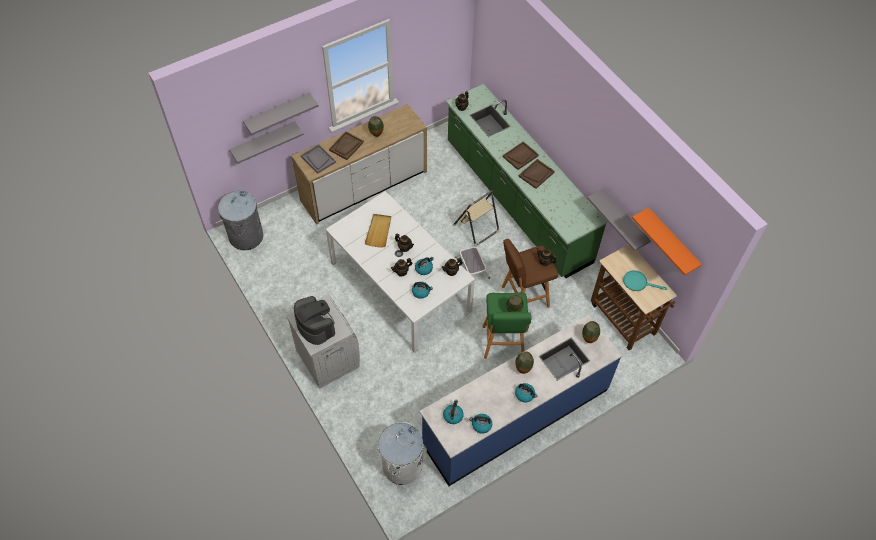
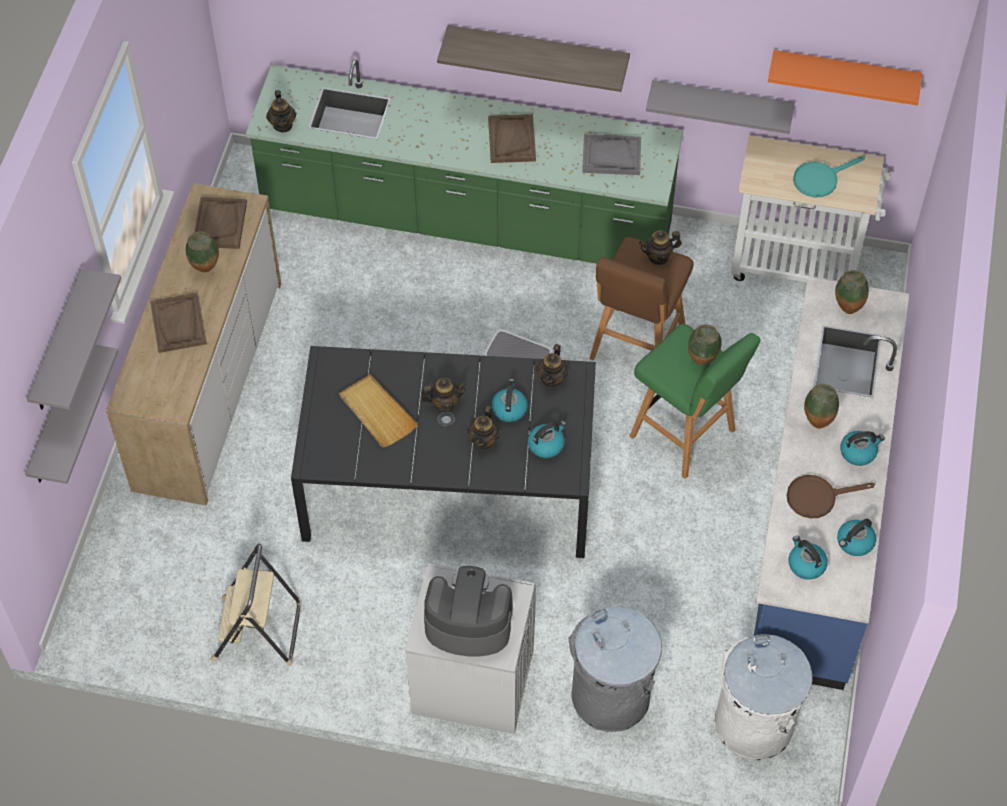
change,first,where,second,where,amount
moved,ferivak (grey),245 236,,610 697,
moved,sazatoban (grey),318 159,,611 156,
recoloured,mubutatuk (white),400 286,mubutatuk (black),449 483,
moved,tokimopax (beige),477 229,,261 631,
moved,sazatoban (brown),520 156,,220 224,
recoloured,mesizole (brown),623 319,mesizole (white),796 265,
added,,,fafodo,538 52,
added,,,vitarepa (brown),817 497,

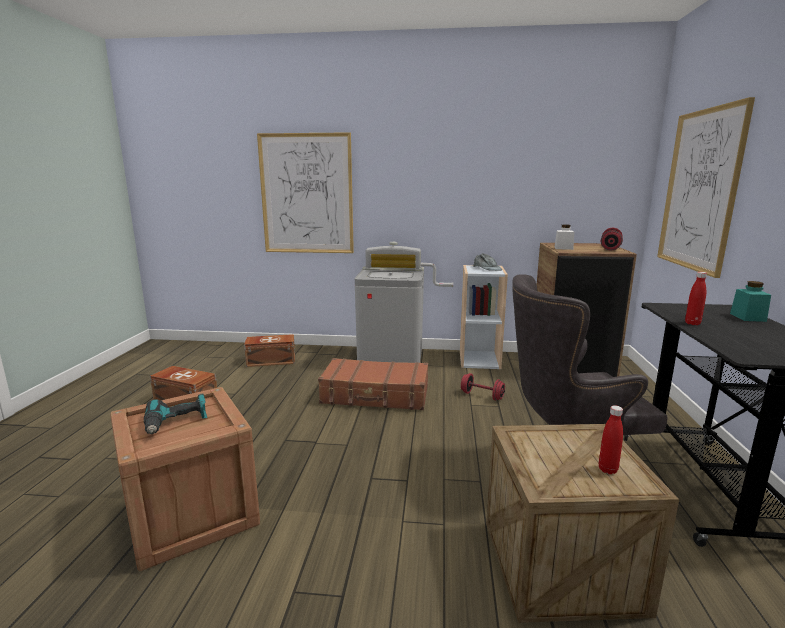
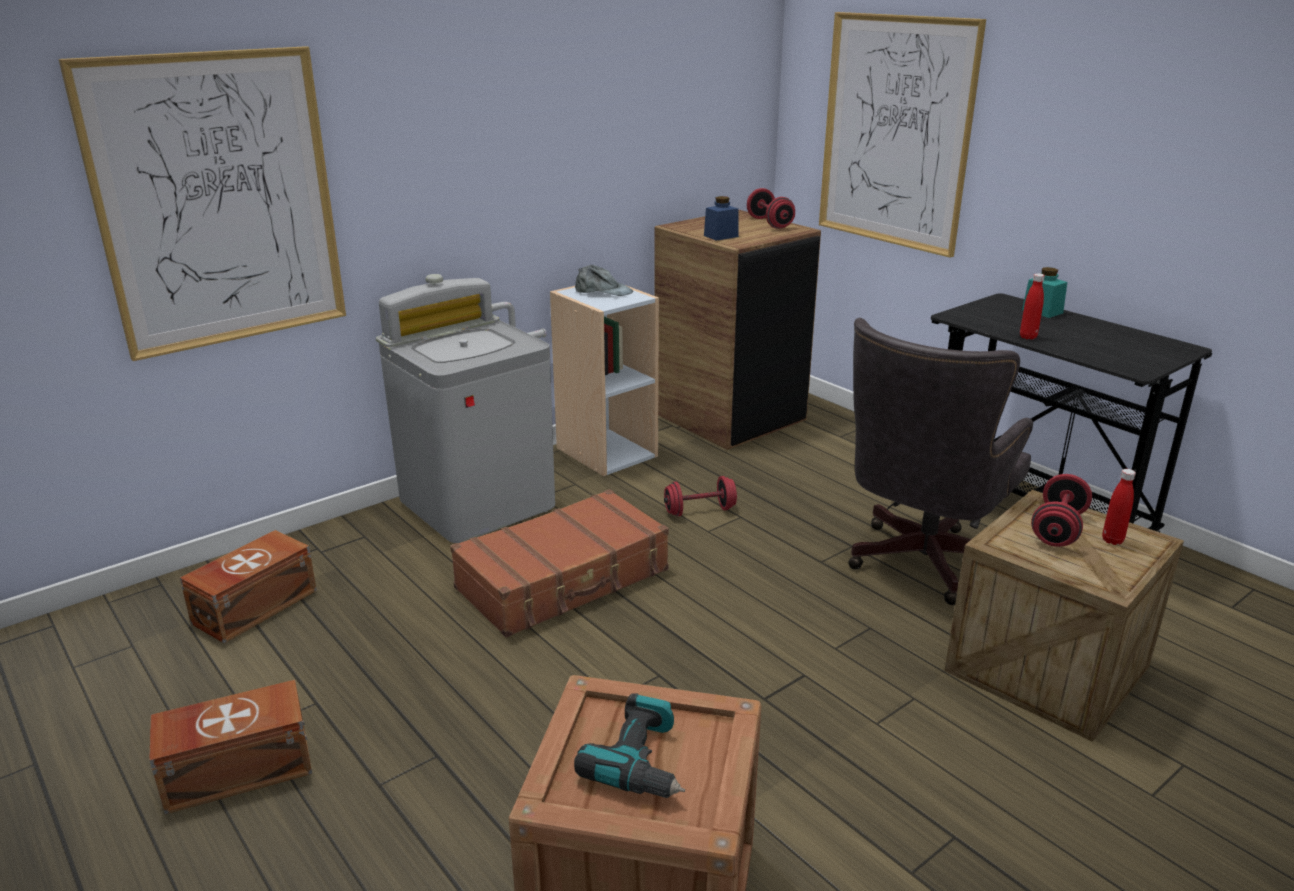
change,first,where,second,where,amount
recoloured,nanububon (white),563 248,nanububon (blue),721 236,
added,,,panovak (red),1058 529,

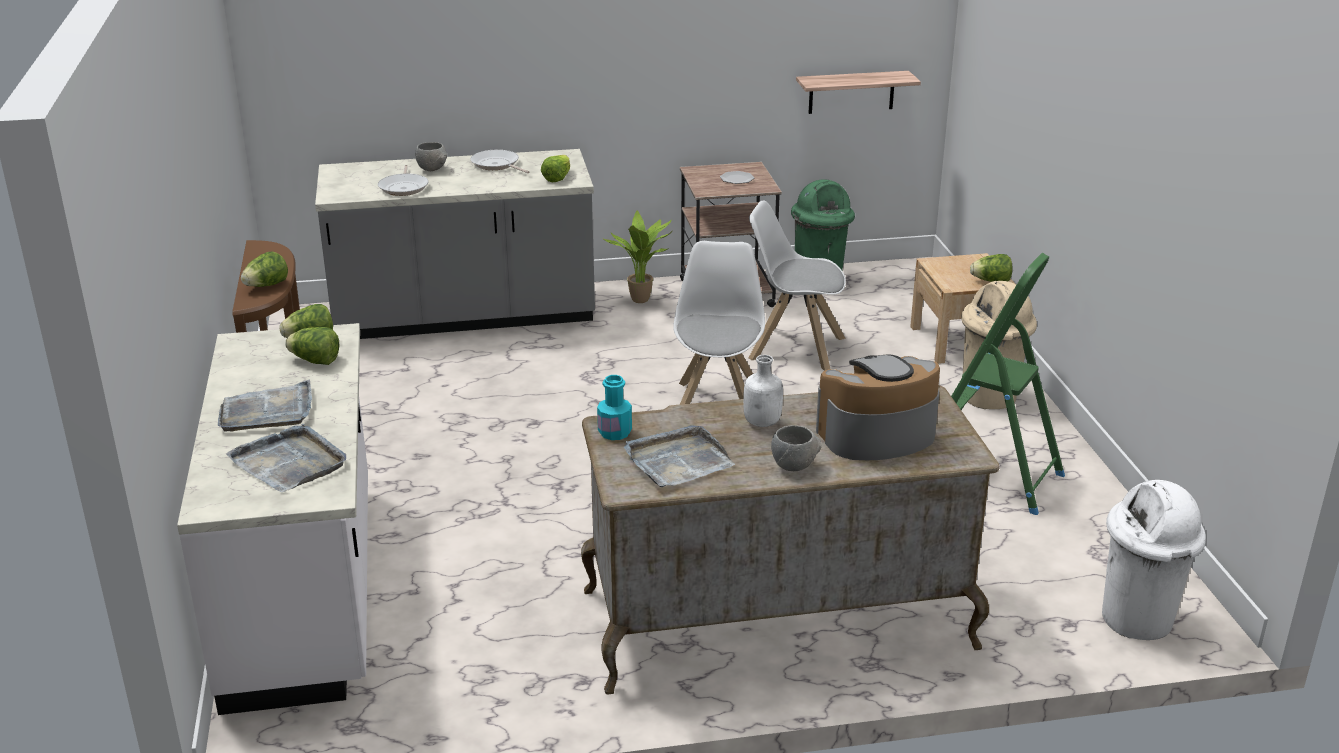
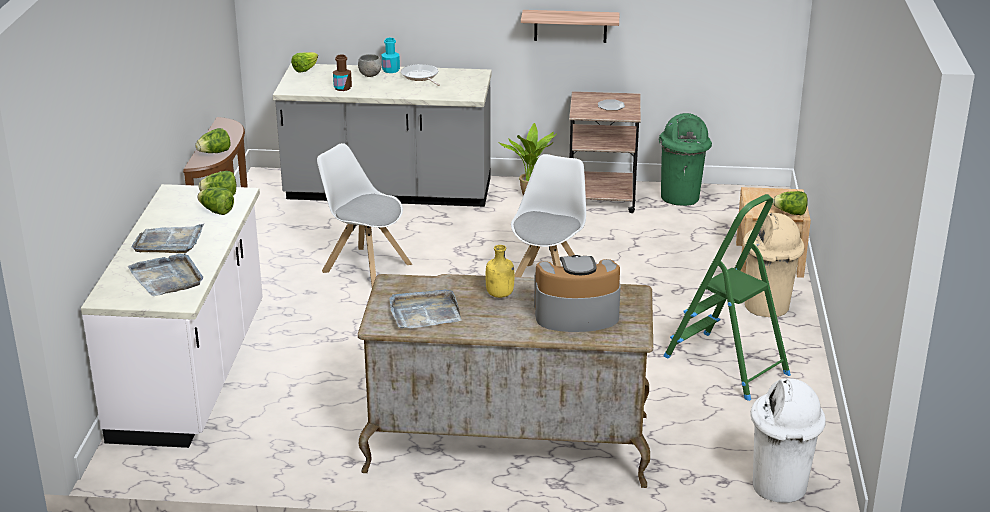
change,first,where,second,where,amount
replaced,vitarepa,404 187,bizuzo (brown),342 88,
moved,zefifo,557 178,,305 69,
moved,bizuzo (turquoise),615 432,,391 70,
recoloured,bizuzo (white),763 423,bizuzo (yellow),500 295,
moved,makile,794 348,,365 267,
removed,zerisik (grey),794 467,,,
moved,fafodo,851 92,,570 26,

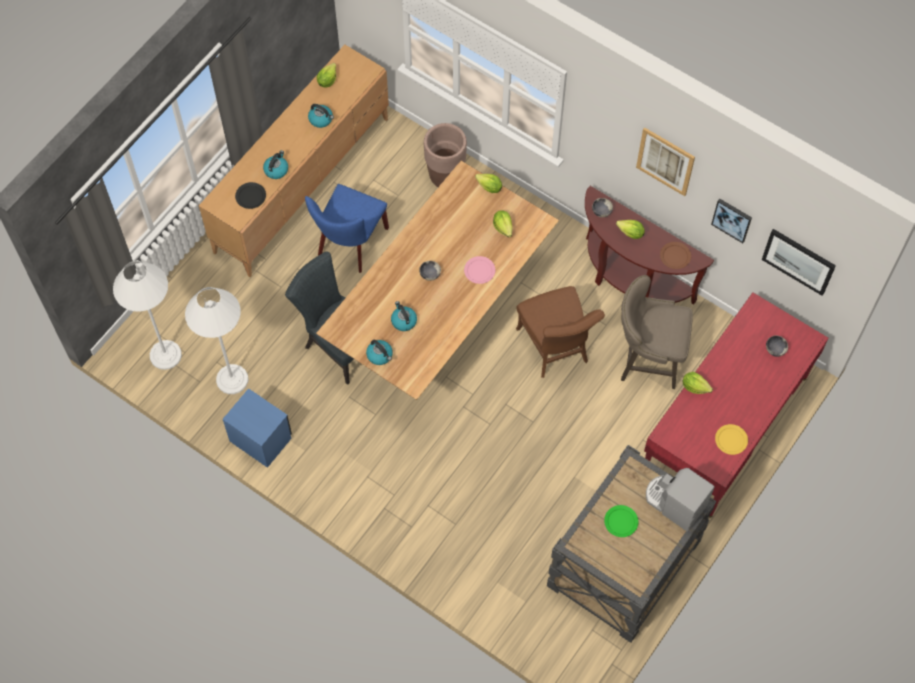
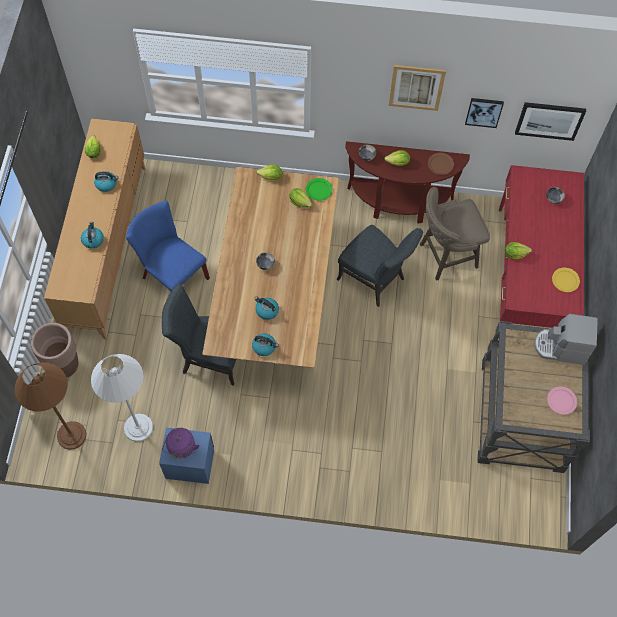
change,first,where,second,where,amount
recoloured,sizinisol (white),165 355,sizinisol (brown),71 435,
removed,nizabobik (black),251 196,,,
turned,makile (blue),350 245,,171 276,135 degrees clockwise
moved,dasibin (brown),445 177,,64 365,
moved,nizabobik (pink),479 271,,561 401,
recoloured,makile (brown),555 349,makile (grey),375 280,
moved,nizabobik (green),621 521,,319 190,
added,,,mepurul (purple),181 448,

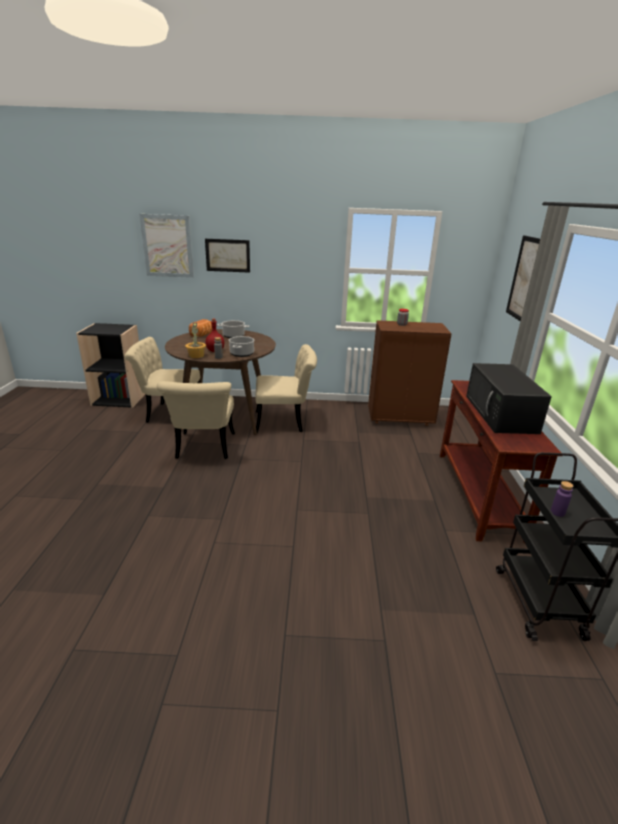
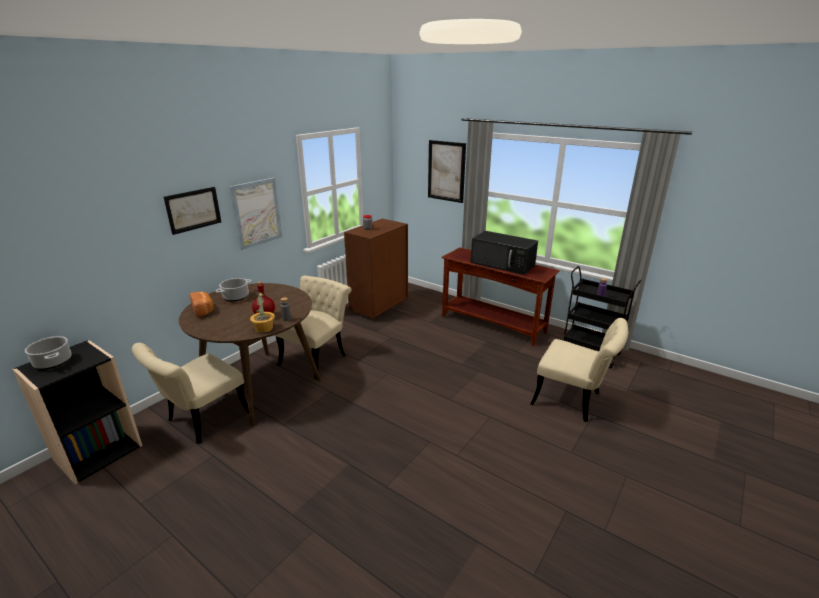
change,first,where,second,where,amount
moved,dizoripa,167 246,,256 213,
moved,makile (beige),204 449,,573 401,
moved,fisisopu,242 354,,53 362,

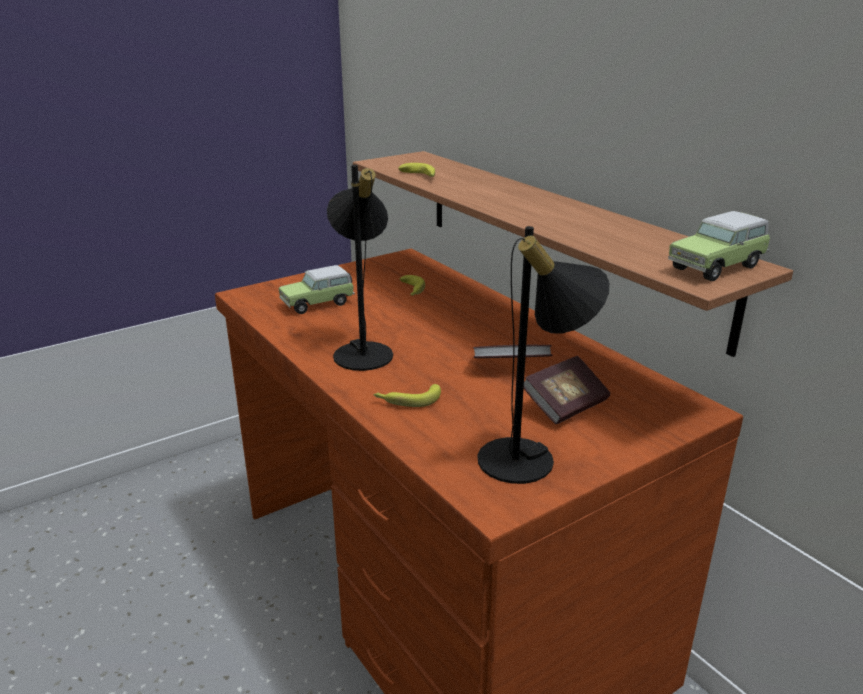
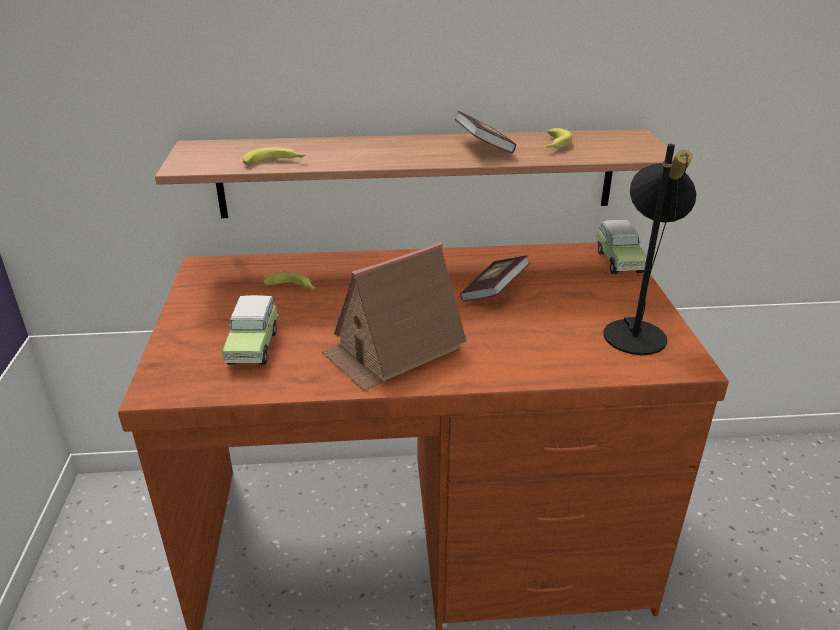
change,first,where,second,where,amount
replaced,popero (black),363 350,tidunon,393 350,
moved,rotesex,407 400,,554 145,
moved,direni,565 405,,483 148,
moved,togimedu,718 267,,618 260,

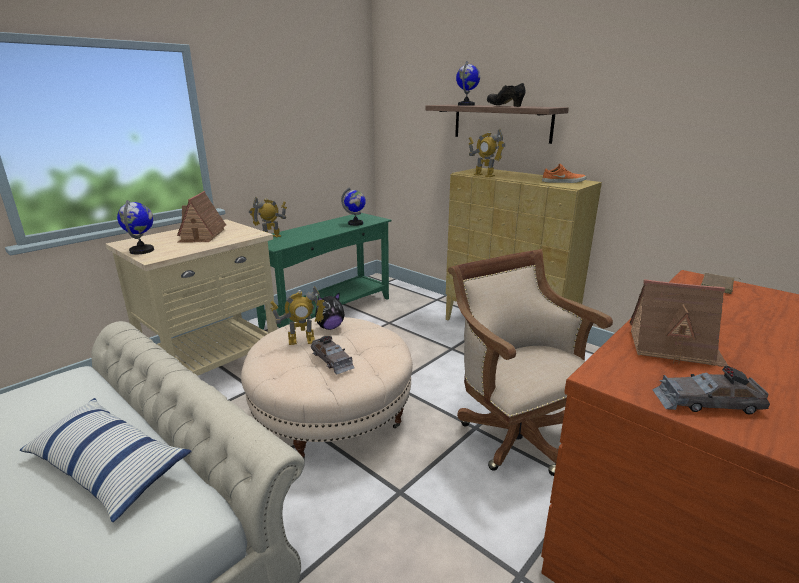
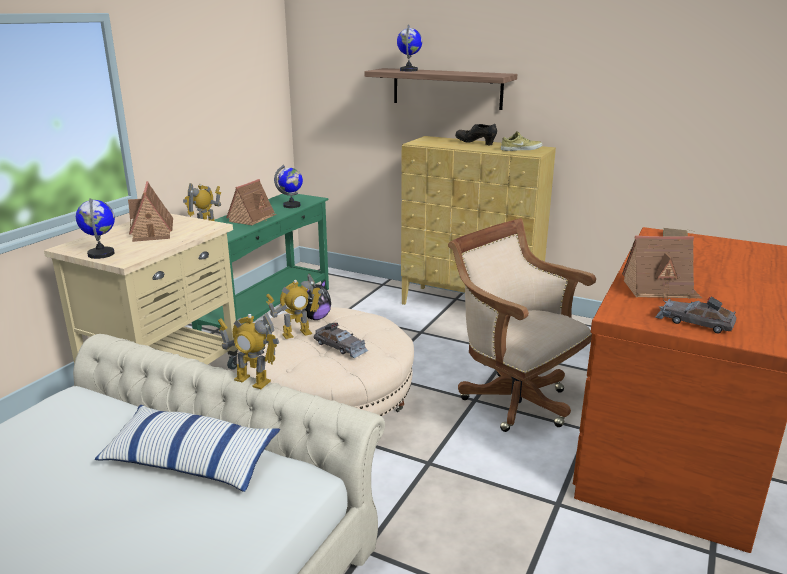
change,first,where,second,where,amount
moved,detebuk,484 175,,252 381,
moved,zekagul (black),505 106,,475 143,
recoloured,zekagul (orange),563 182,zekagul (beige),521 149,
turned,togimedu (grey),706 402,,694 322,45 degrees clockwise
added,,,tidunon,252 218,

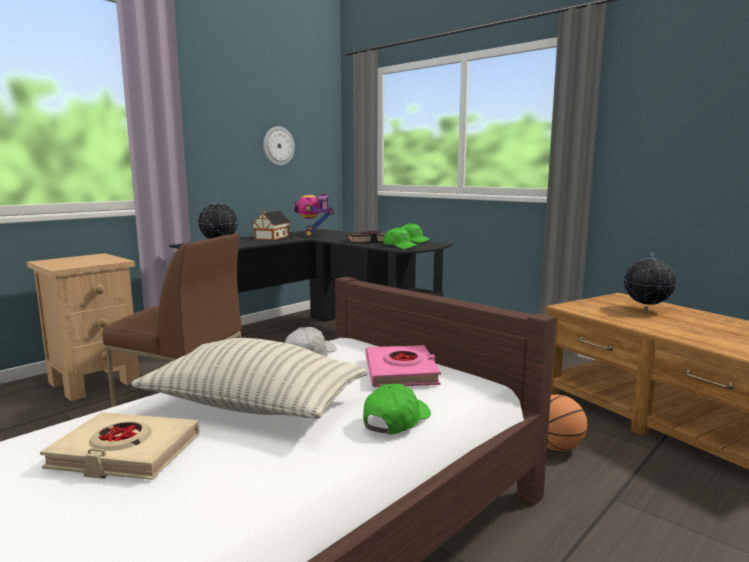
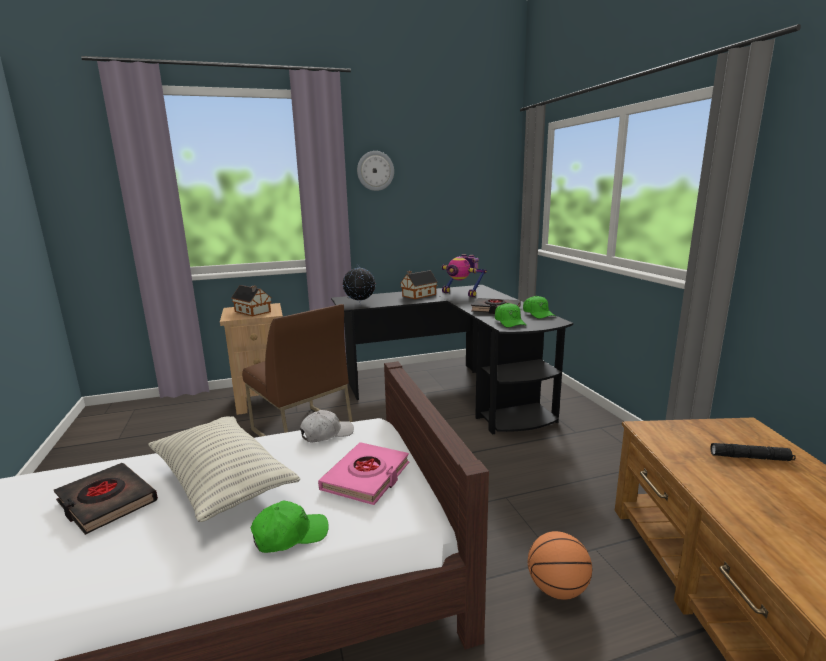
change,first,where,second,where,amount
recoloured,direni (beige),125 453,direni (black),106 502,
moved,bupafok,278 146,,375 171,
turned,detebuk,315 234,,461 294,75 degrees counterclockwise
replaced,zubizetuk,646 310,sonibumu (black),750 457,
added,,,tidunon,253 312,

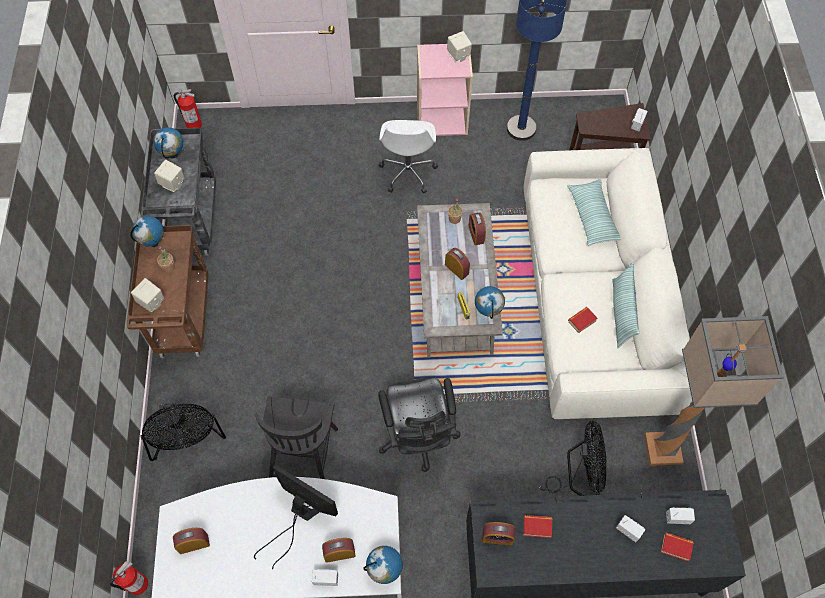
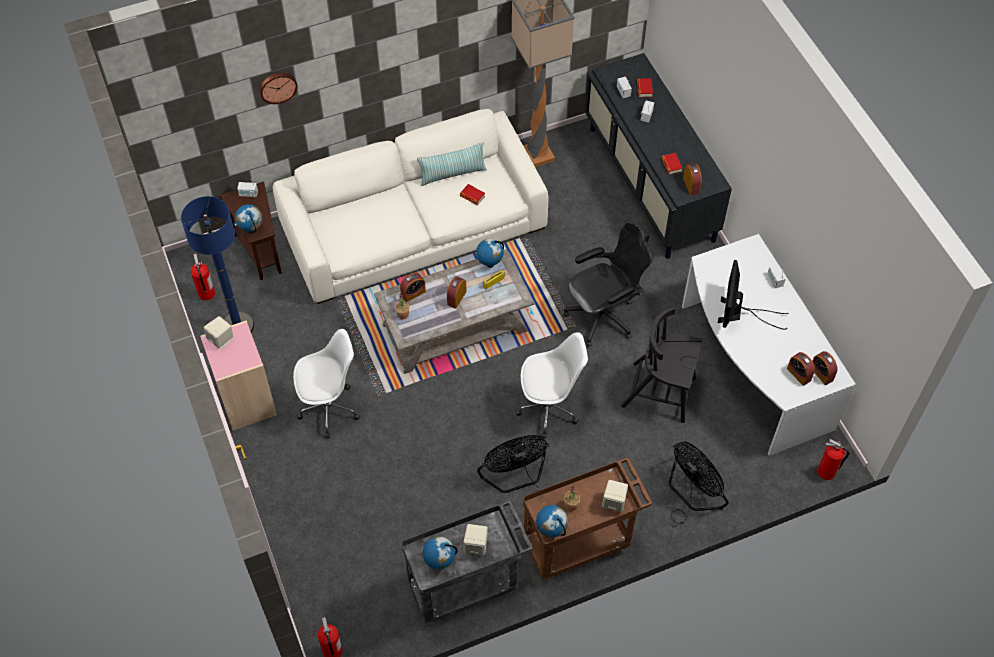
change,first,where,second,where,amount
turned,makile (black),303 455,,660 393,150 degrees counterclockwise
moved,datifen,339 553,,821 373,
moved,zubizetuk,385 570,,251 230,
moved,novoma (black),579 473,,519 478,
removed,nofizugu,593 217,,,
added,,,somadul,206 294,
added,,,bupafok,277 86,
added,,,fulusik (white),549 409,

